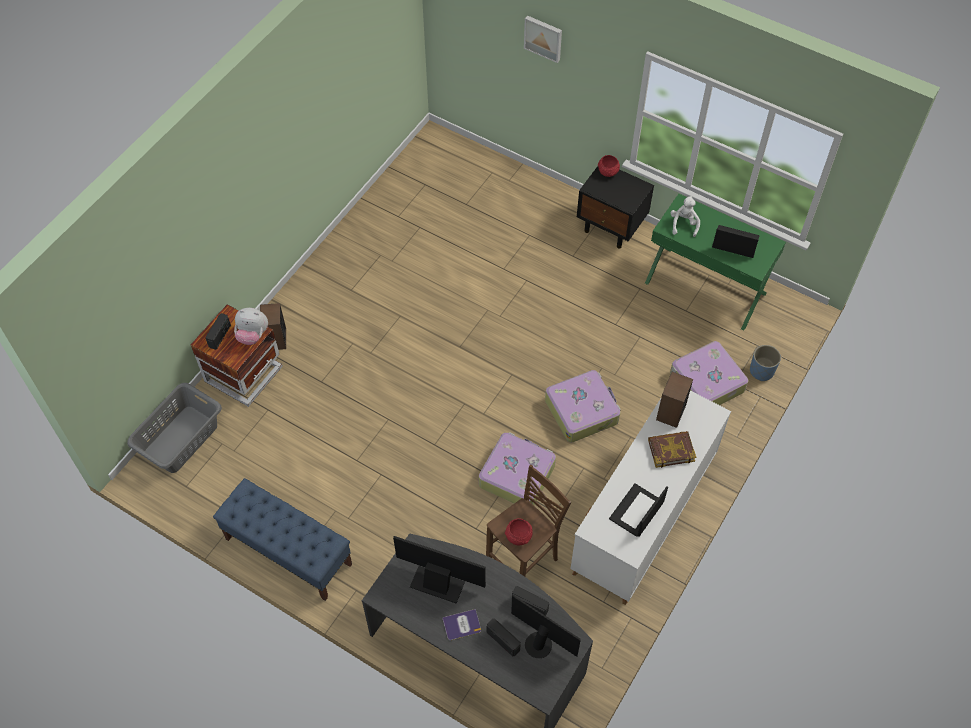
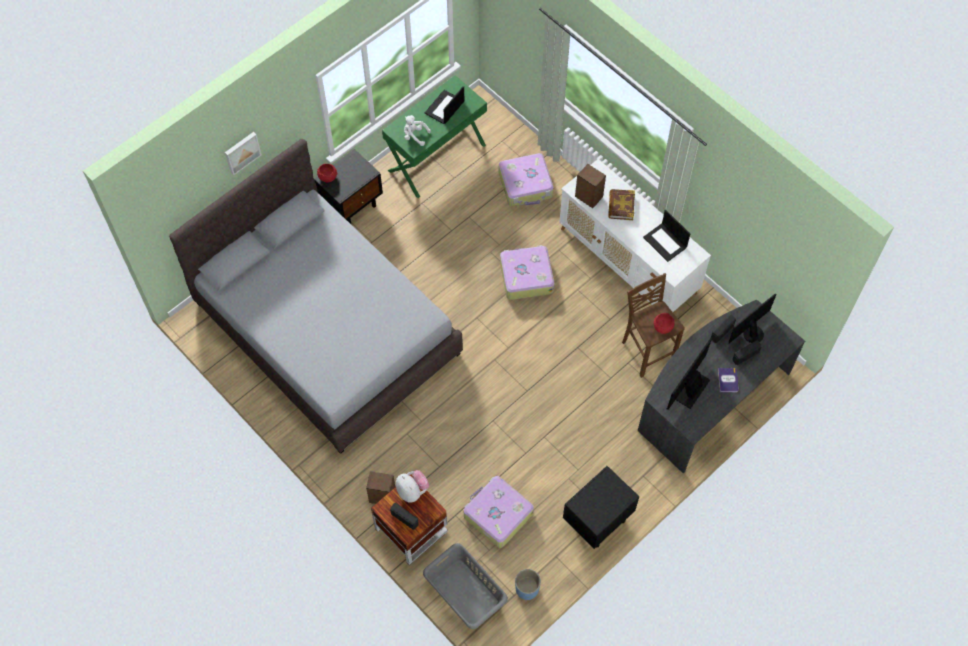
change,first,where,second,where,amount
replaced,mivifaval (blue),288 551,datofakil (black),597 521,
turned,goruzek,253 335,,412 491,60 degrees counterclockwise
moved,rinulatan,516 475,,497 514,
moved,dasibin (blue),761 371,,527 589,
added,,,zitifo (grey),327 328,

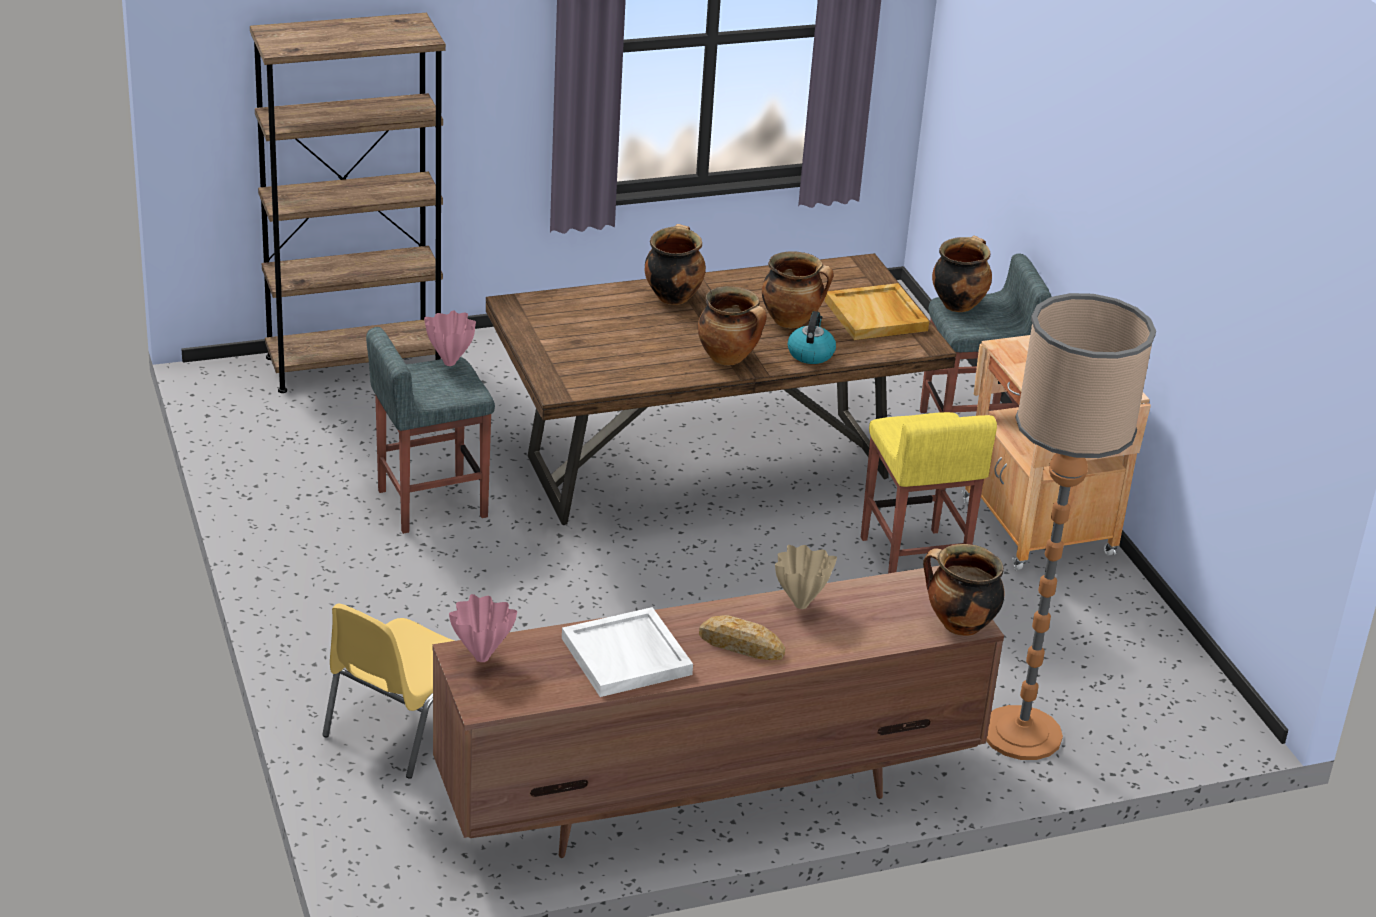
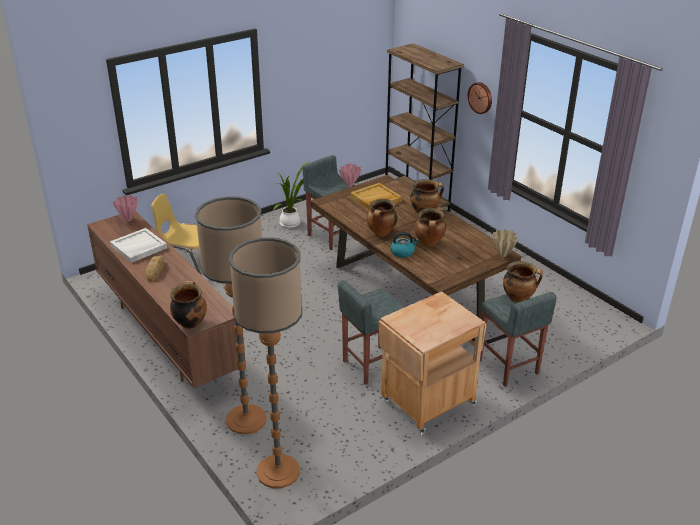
change,first,where,second,where,amount
moved,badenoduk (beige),799 605,,502 255,
moved,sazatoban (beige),877 316,,376 199,
recoloured,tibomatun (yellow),912 560,tibomatun (grey),372 365,
added,,,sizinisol,278 471,
added,,,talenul,291 223,
added,,,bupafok,481 97,

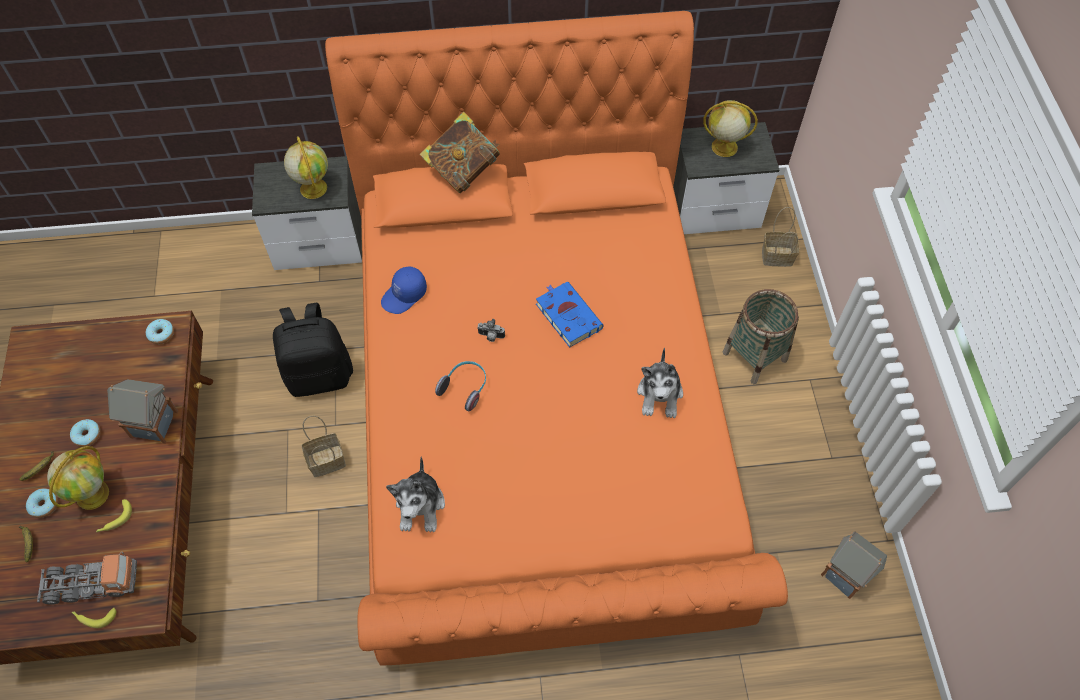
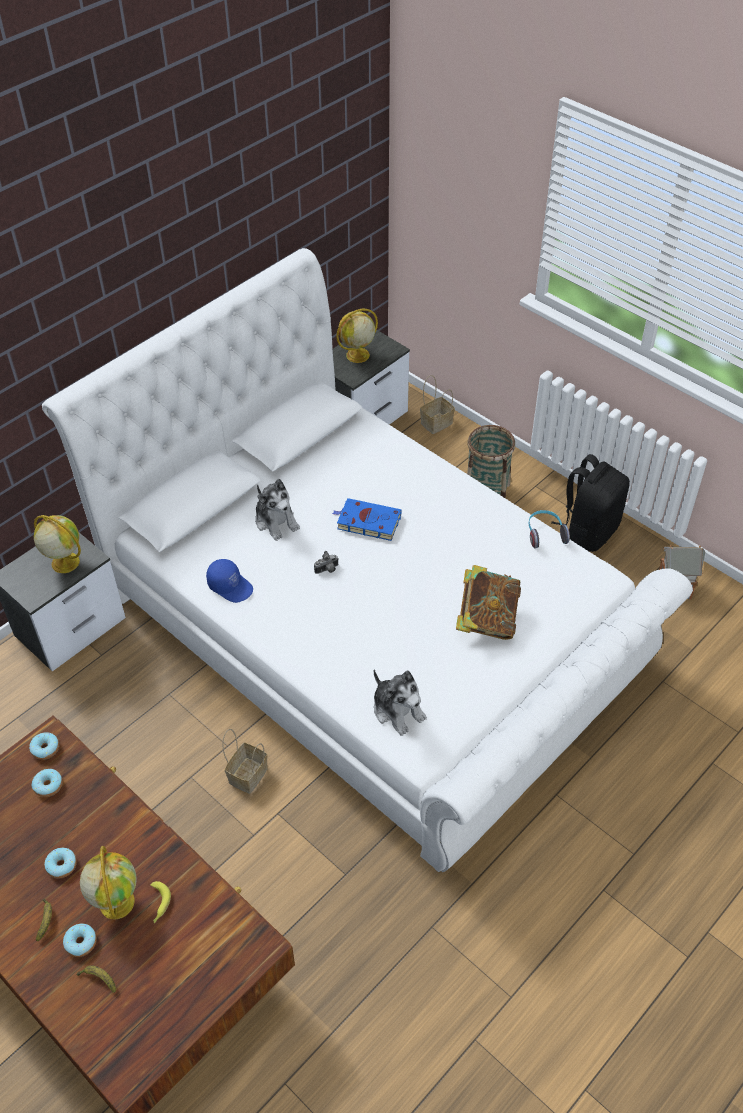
change,first,where,second,where,amount
removed,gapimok,91 584,,,
removed,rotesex,94 616,,,
removed,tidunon,152 424,,,
moved,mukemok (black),319 374,,588 531,
recoloured,zitifo (orange),539 404,zitifo (white),371 623,
turned,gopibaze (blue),404 295,,230 586,60 degrees counterclockwise
moved,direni,463 170,,486 620,
moved,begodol,465 388,,545 534,
moved,goruzek,660 394,,276 521,
added,,,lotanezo,48 786,

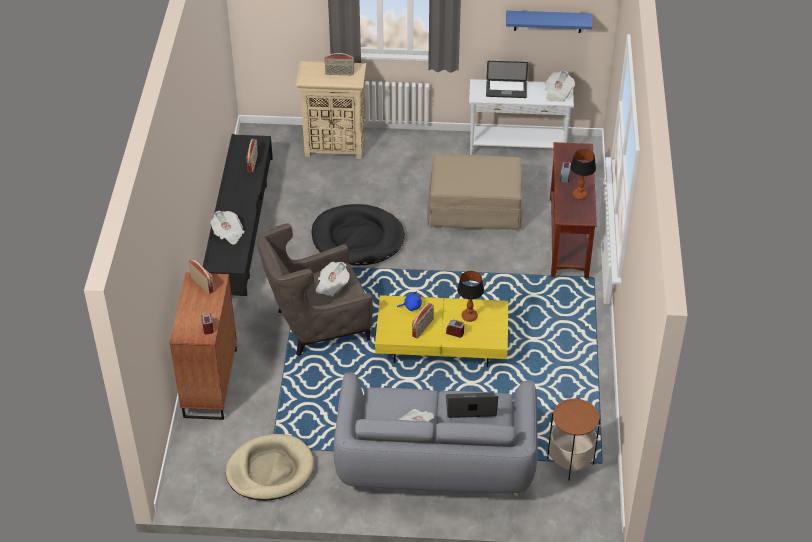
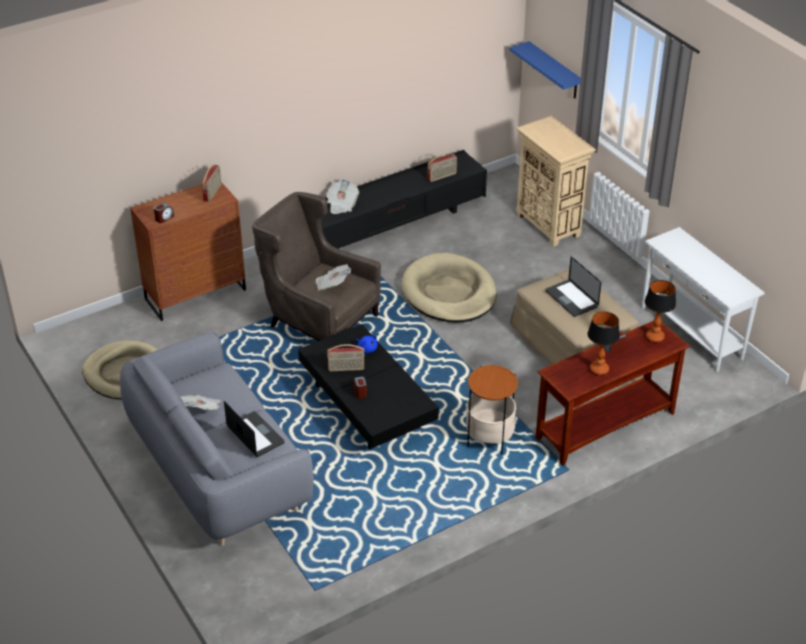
change,first,where,second,where,amount
recoloured,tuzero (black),357 238,tuzero (beige),449 293,
removed,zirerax,339 73,,,
recoloured,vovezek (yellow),441 346,vovezek (black),366 407,
moved,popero,469 316,,654 337,
moved,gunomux,506 90,,571 299,
moved,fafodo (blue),548 21,,554 71,
removed,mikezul,557 93,,,
moved,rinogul,570 462,,489 438,

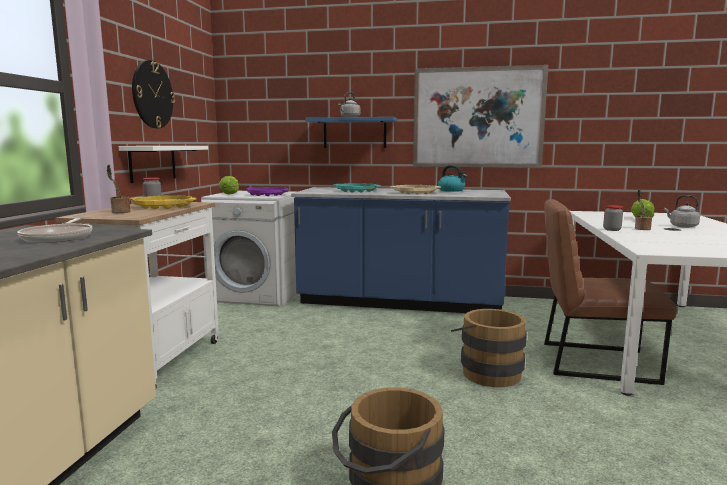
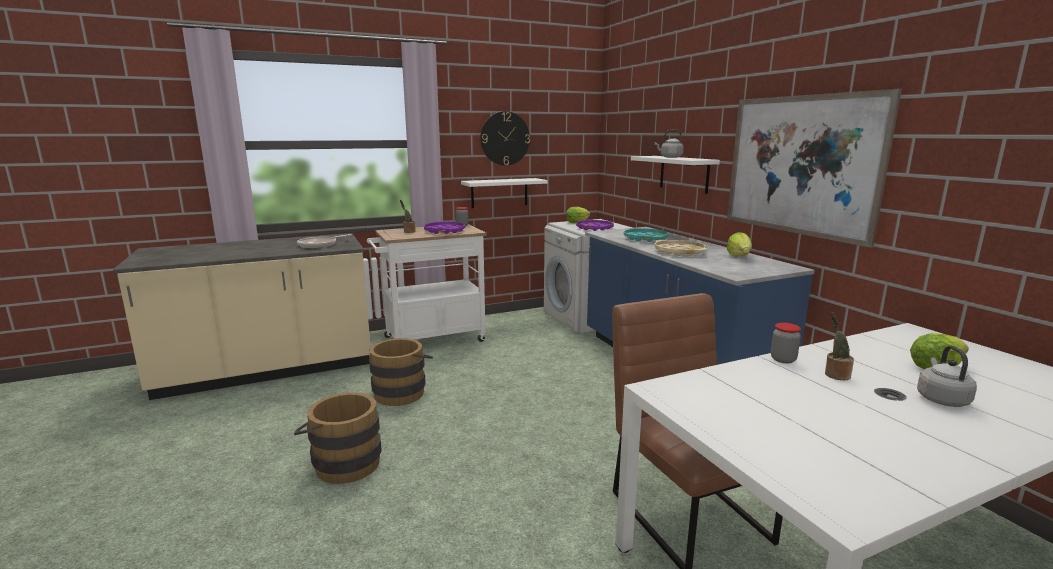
change,first,where,second,where,amount
recoloured,sazatoban (yellow),163 206,sazatoban (purple),444 231,
recoloured,fafodo (blue),354 133,fafodo (white),684 174,
replaced,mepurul,451 190,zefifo,739 257,
moved,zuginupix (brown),487 372,,402 392,

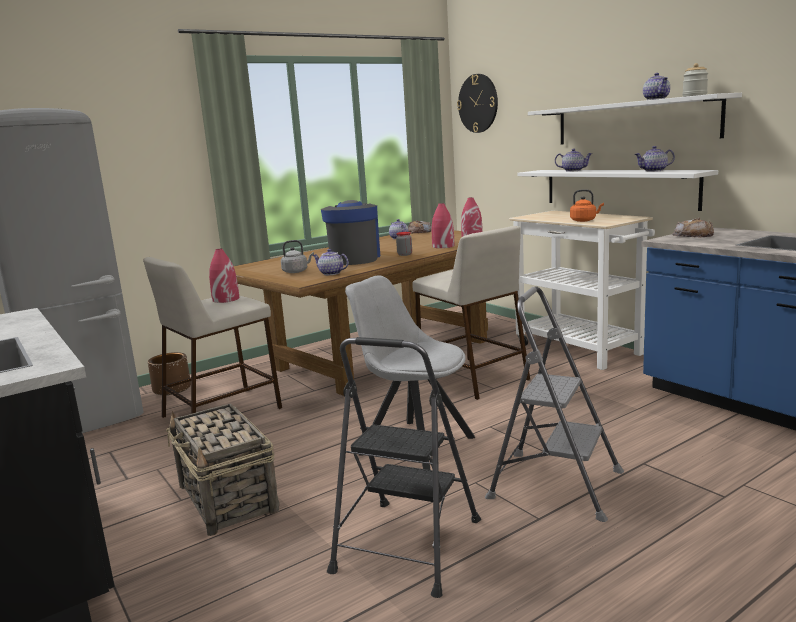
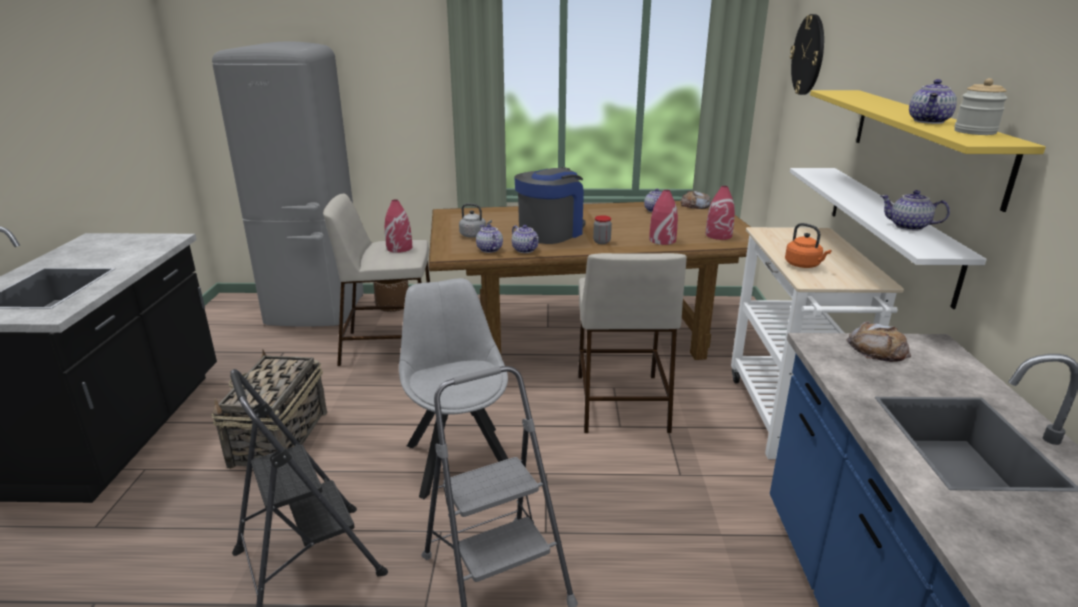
change,first,where,second,where,amount
recoloured,fafodo (white),634 122,fafodo (yellow),924 141,
moved,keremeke,573 170,,525 250,

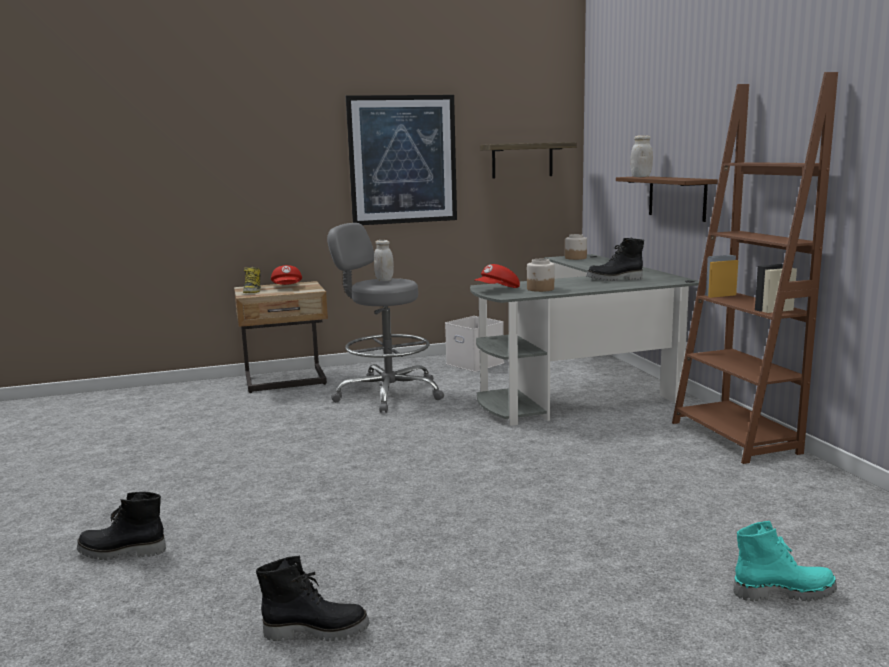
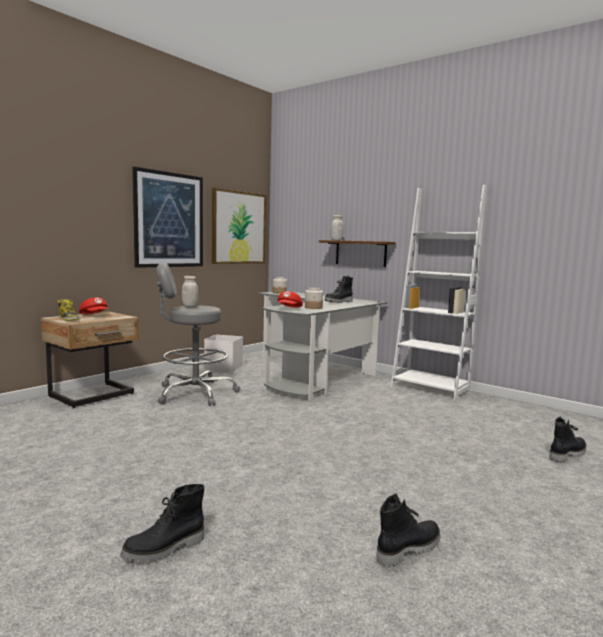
change,first,where,second,where,amount
replaced,fafodo,522 160,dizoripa,239 227,
recoloured,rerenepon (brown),734 437,rerenepon (white),430 389,
recoloured,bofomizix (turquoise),783 592,bofomizix (black),566 455,

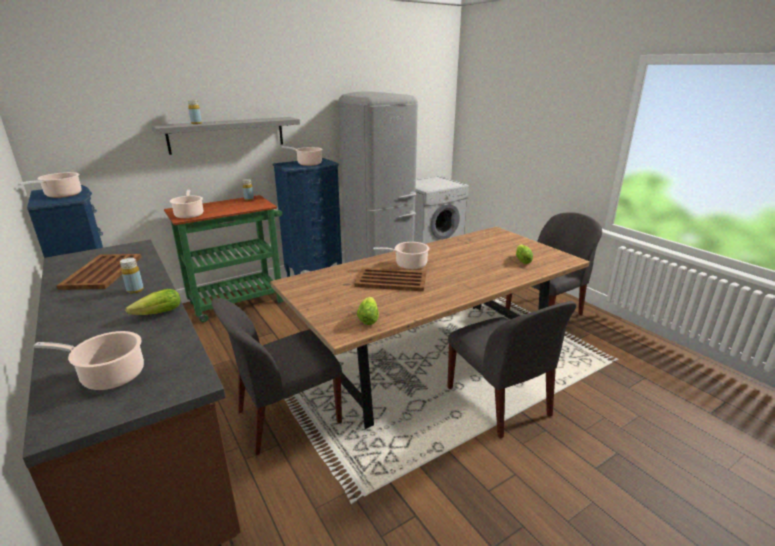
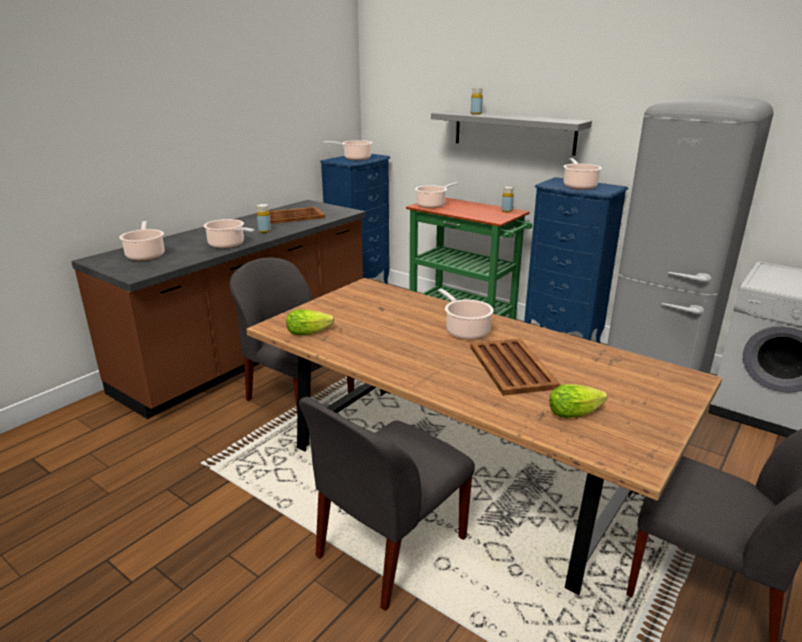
change,first,where,second,where,amount
replaced,zefifo,156 314,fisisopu,228 245,
moved,sazatoban (brown),390 280,,512 366,

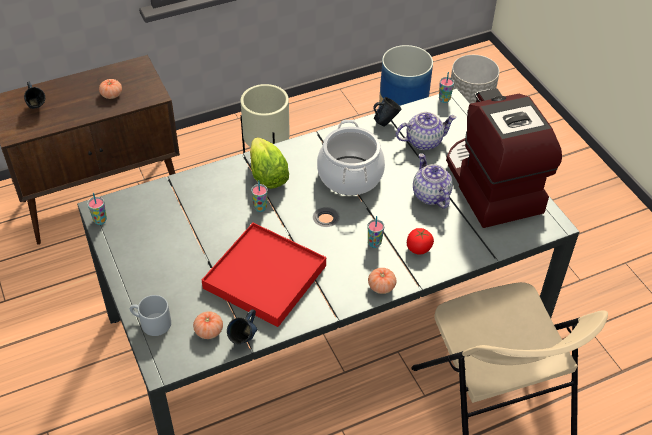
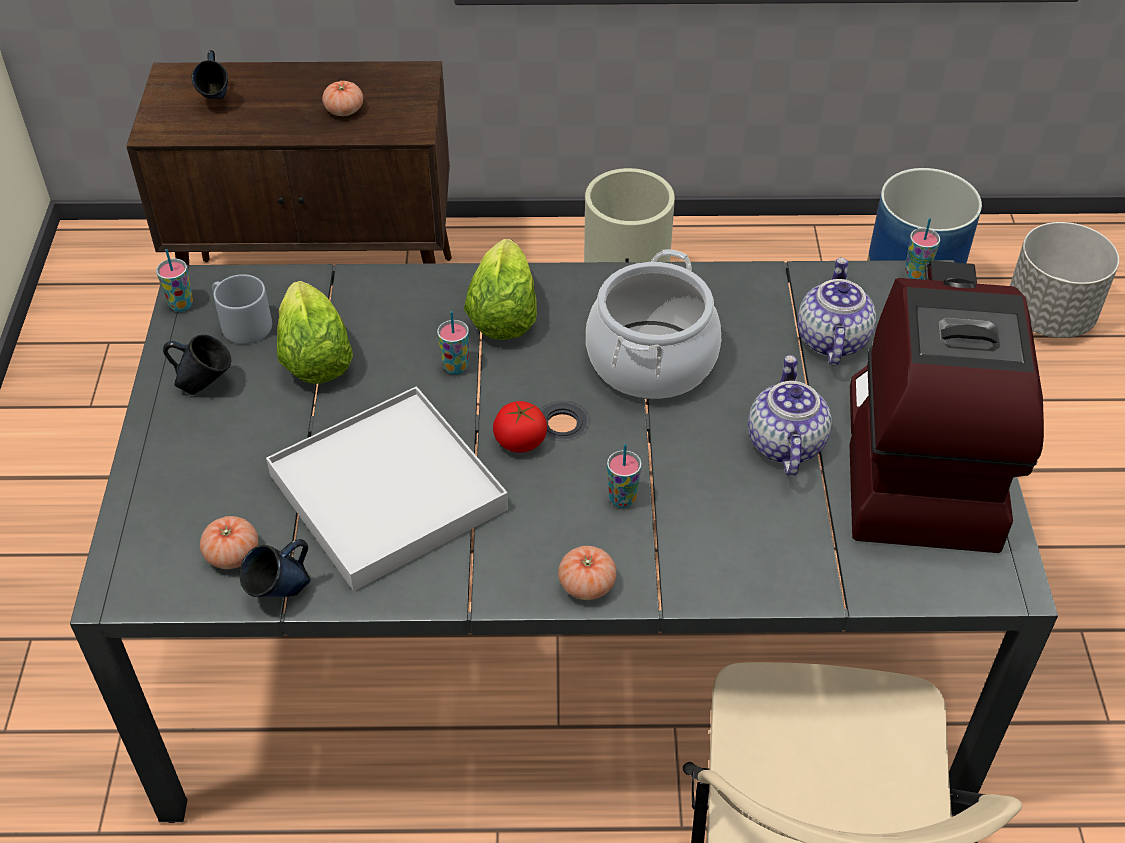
change,first,where,second,where,amount
moved,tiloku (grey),151 323,,240 323,
recoloured,sazatoban (red),265 277,sazatoban (white),387 493,
moved,tiloku (blue),385 122,,205 386,
turned,keremeke,424 141,,831 339,90 degrees counterclockwise
moved,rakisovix,418 248,,520 441,
added,,,zefifo,314 358,

